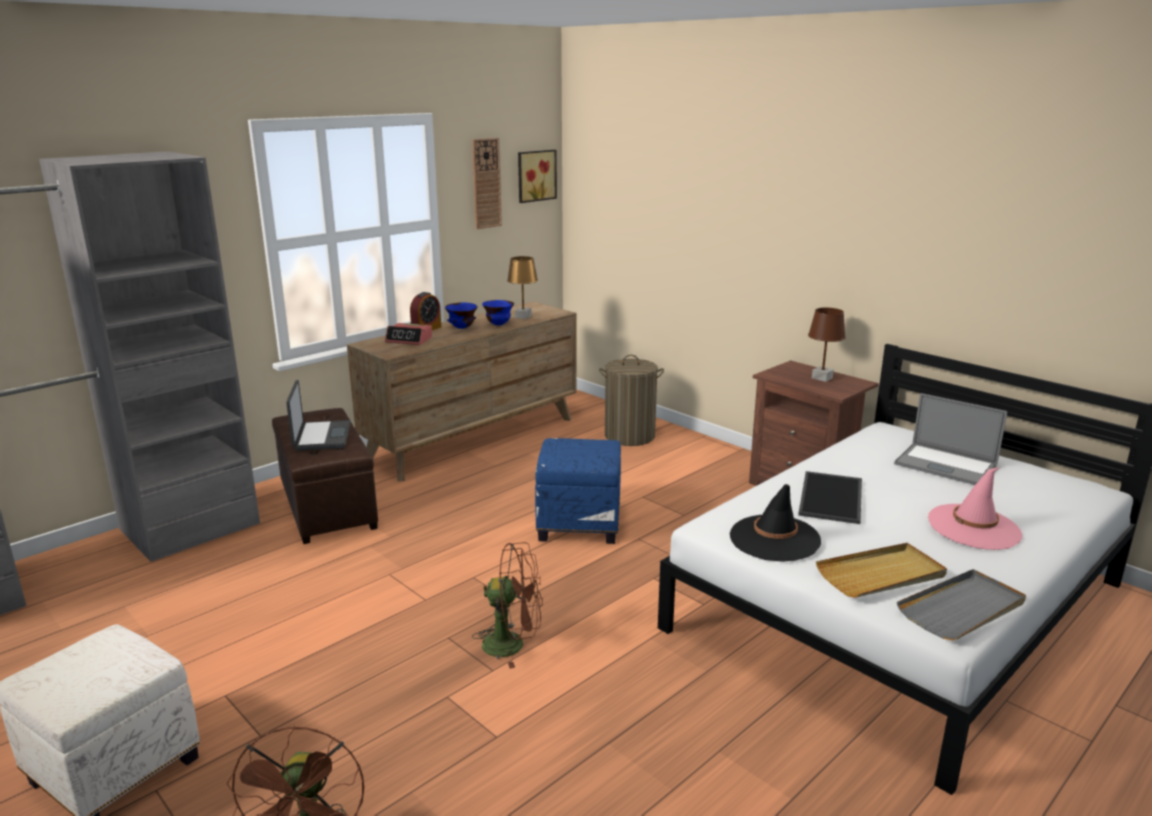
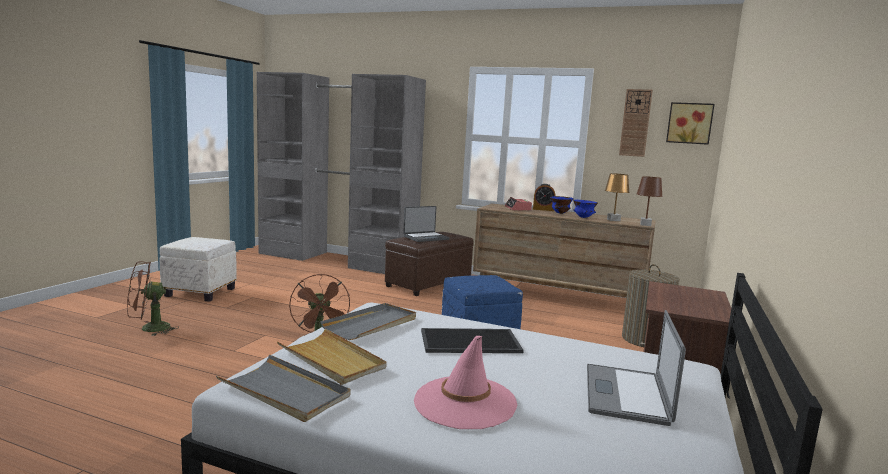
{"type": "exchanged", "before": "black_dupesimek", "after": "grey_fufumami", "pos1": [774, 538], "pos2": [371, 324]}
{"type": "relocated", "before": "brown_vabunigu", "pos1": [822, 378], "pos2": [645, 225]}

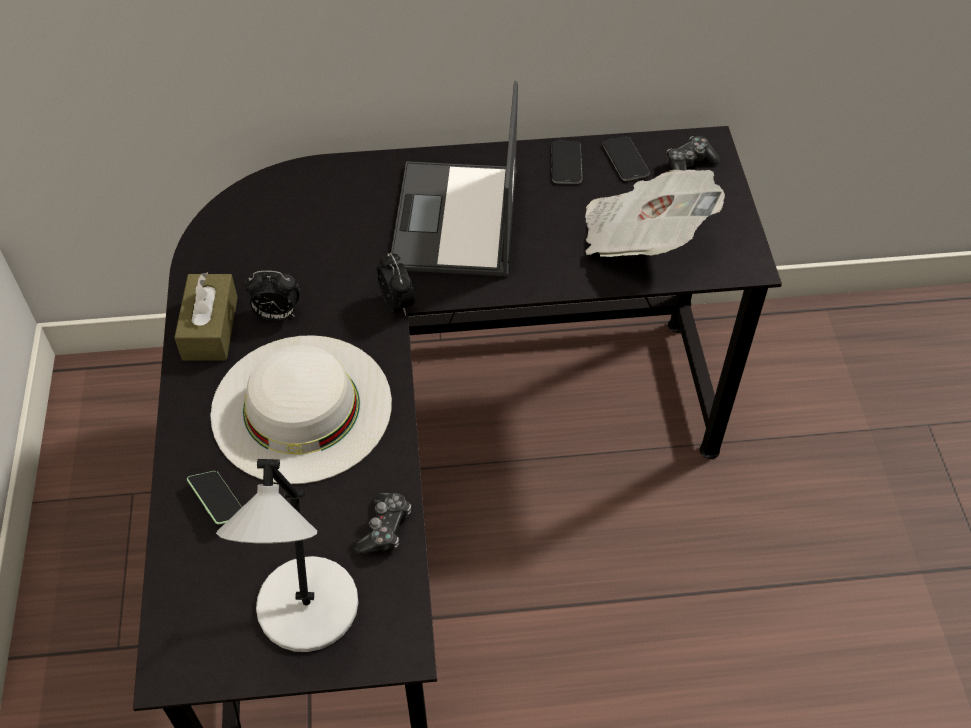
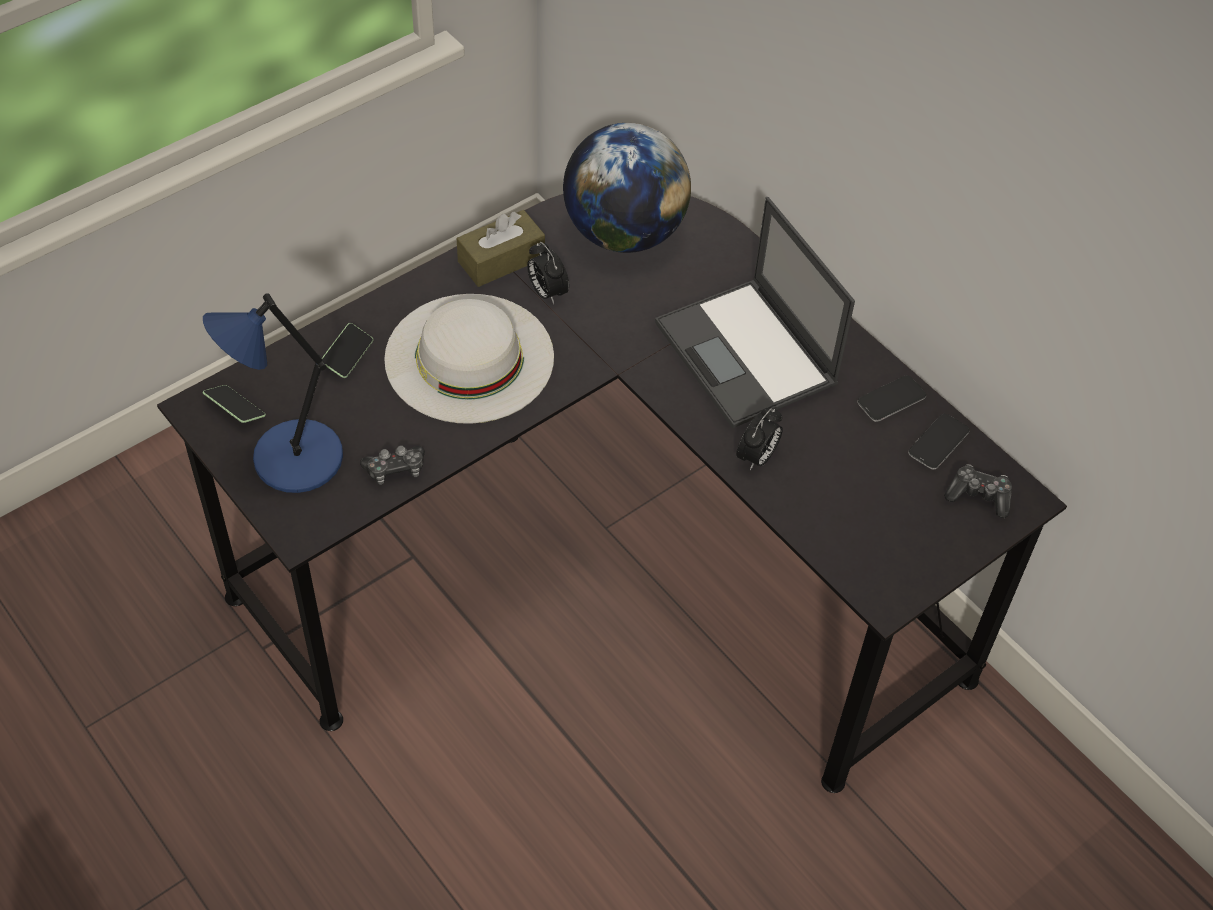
{"type": "colour", "before": "grey_vabunigu", "after": "blue_vabunigu", "pos1": [307, 611], "pos2": [293, 460]}
{"type": "relocated", "before": "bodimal", "pos1": [398, 304], "pos2": [757, 458]}
{"type": "spun", "before": "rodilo", "pos1": [455, 221], "pos2": [747, 355], "turn": -90}
{"type": "missing", "before": "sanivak", "pos1": [643, 237]}
{"type": "appeared", "after": "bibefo", "pos2": [235, 409]}
{"type": "appeared", "after": "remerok", "pos2": [624, 233]}

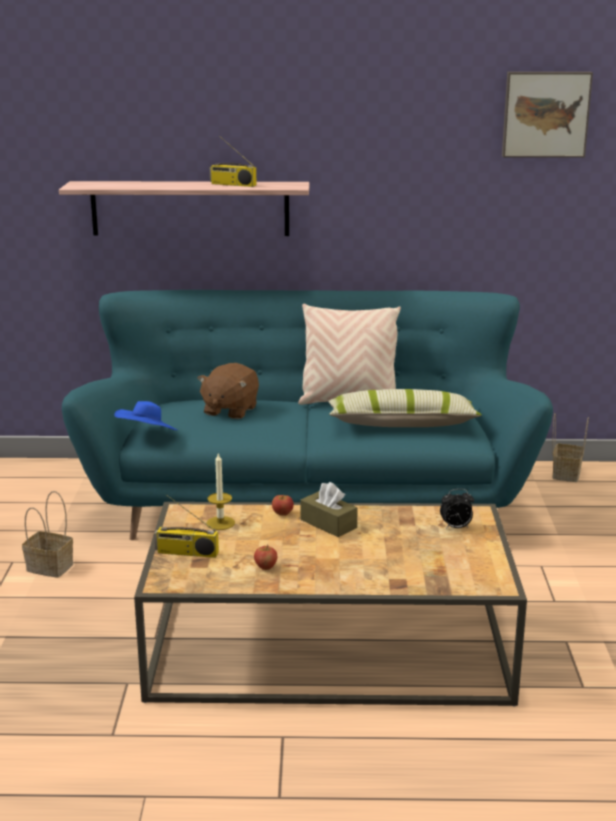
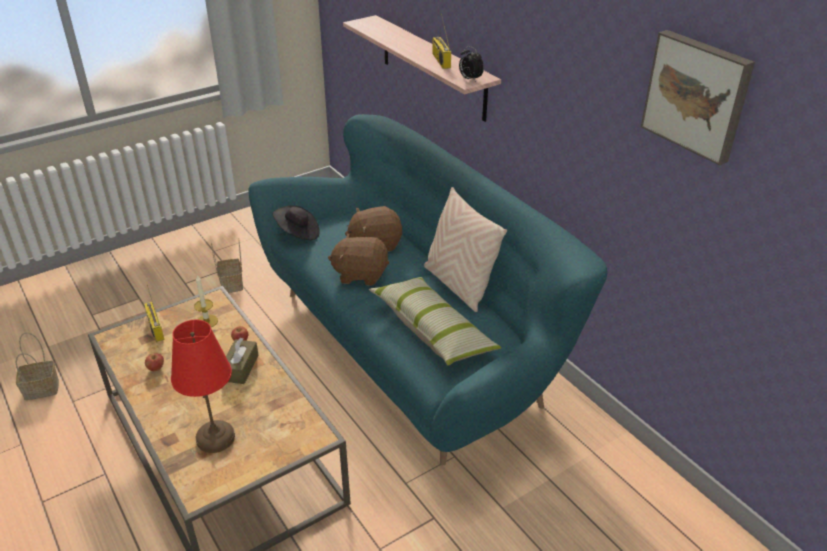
{"type": "colour", "before": "blue_dupesimek", "after": "black_dupesimek", "pos1": [147, 435], "pos2": [298, 233]}
{"type": "relocated", "before": "bodimal", "pos1": [456, 527], "pos2": [470, 79]}
{"type": "relocated", "before": "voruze", "pos1": [565, 473], "pos2": [43, 388]}
{"type": "appeared", "after": "red_vabunigu", "pos2": [216, 438]}
{"type": "appeared", "after": "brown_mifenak", "pos2": [360, 274]}

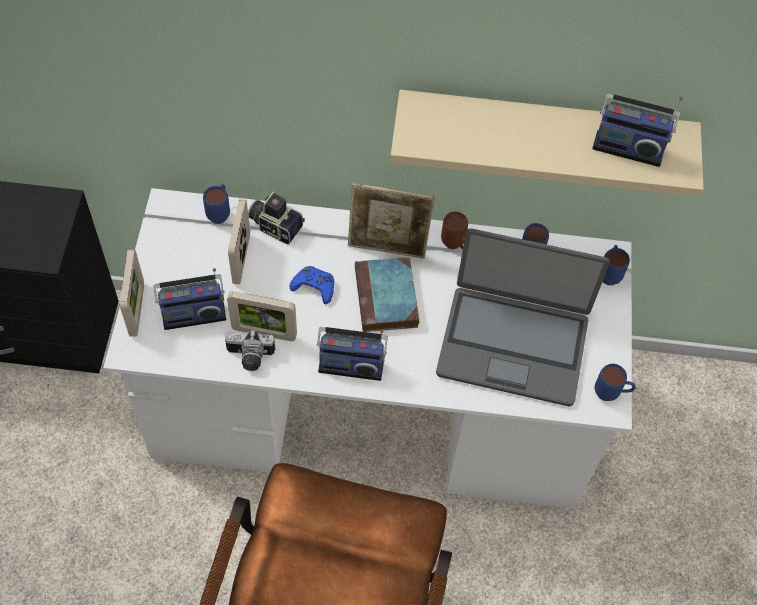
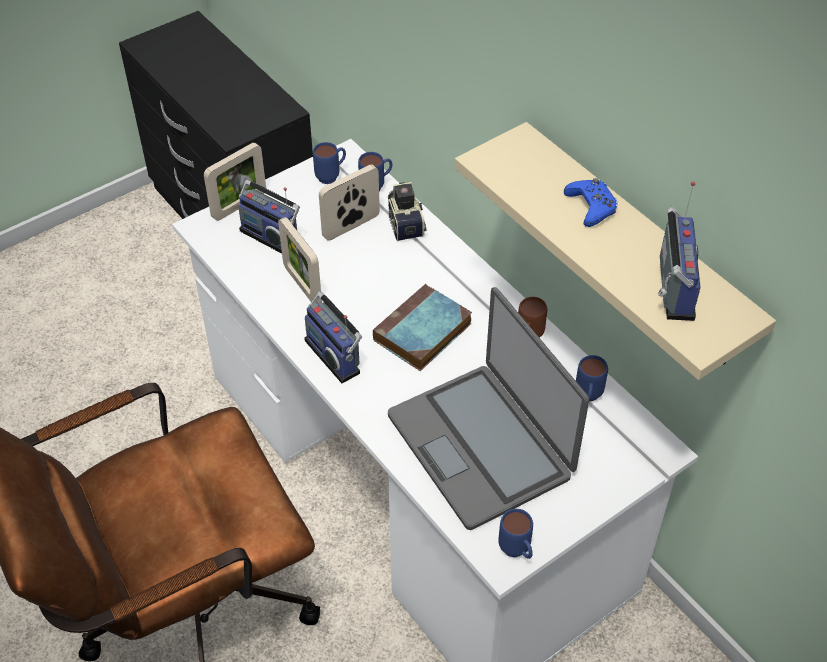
{"type": "missing", "before": "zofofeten", "pos1": [249, 358]}
{"type": "relocated", "before": "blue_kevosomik", "pos1": [314, 287], "pos2": [591, 206]}
{"type": "missing", "before": "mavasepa", "pos1": [387, 248]}
{"type": "spun", "before": "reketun", "pos1": [628, 146], "pos2": [672, 289], "turn": -150}
{"type": "relocated", "before": "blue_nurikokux", "pos1": [609, 273], "pos2": [331, 176]}

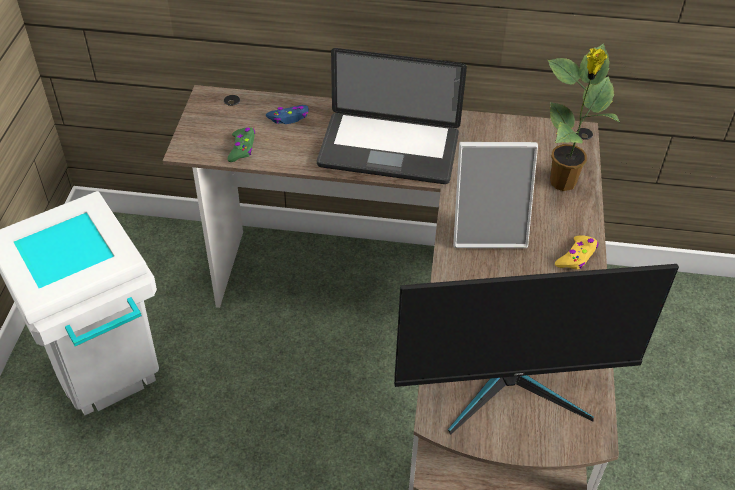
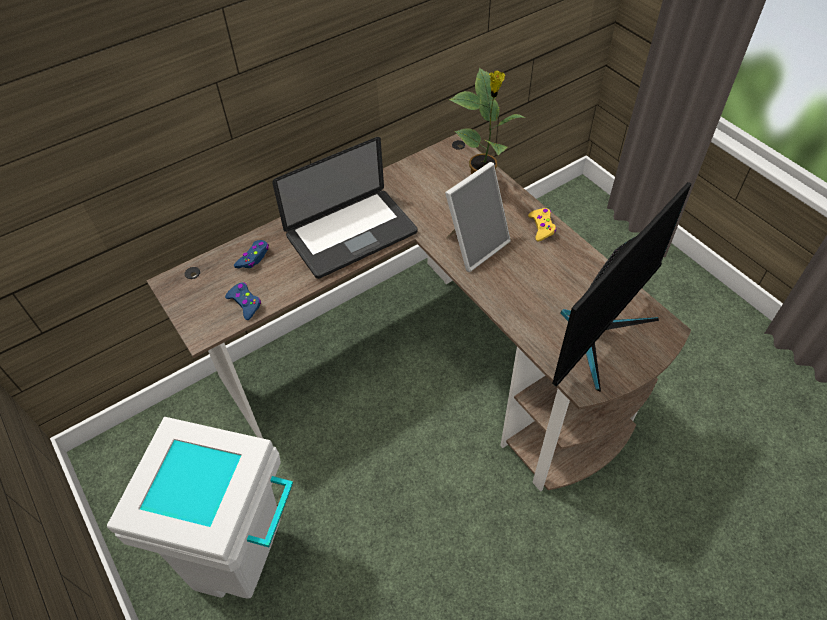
{"type": "colour", "before": "green_kevosomik", "after": "blue_kevosomik", "pos1": [242, 148], "pos2": [245, 303]}

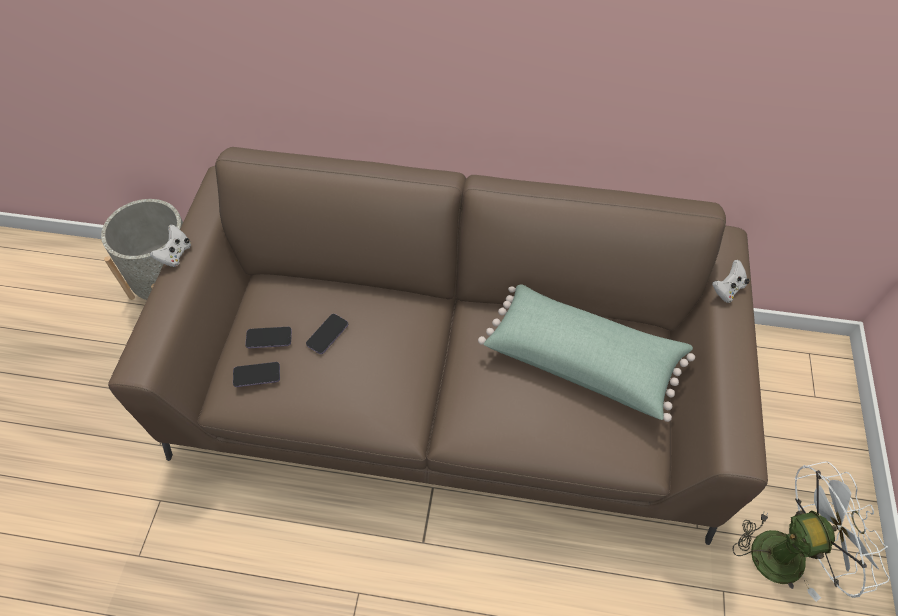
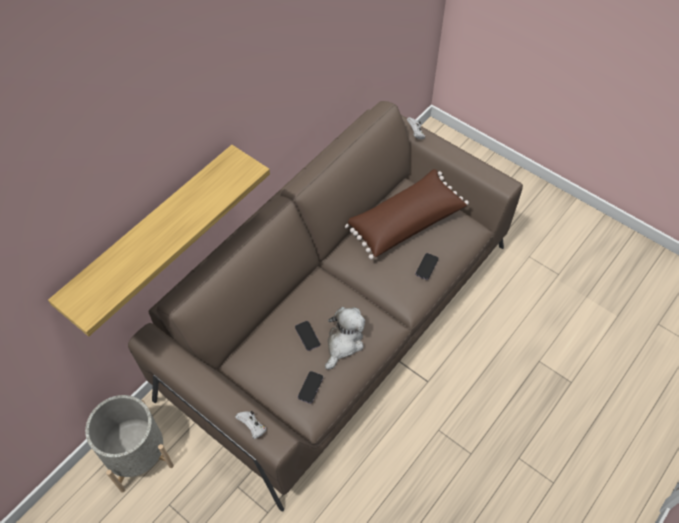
{"type": "relocated", "before": "white_kevosomik", "pos1": [175, 254], "pos2": [252, 427]}
{"type": "relocated", "before": "bibefo", "pos1": [269, 338], "pos2": [426, 267]}
{"type": "colour", "before": "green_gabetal", "after": "brown_gabetal", "pos1": [582, 359], "pos2": [404, 221]}
{"type": "missing", "before": "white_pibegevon", "pos1": [788, 552]}
{"type": "appeared", "after": "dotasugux", "pos2": [151, 233]}
{"type": "appeared", "after": "mifenak", "pos2": [343, 343]}

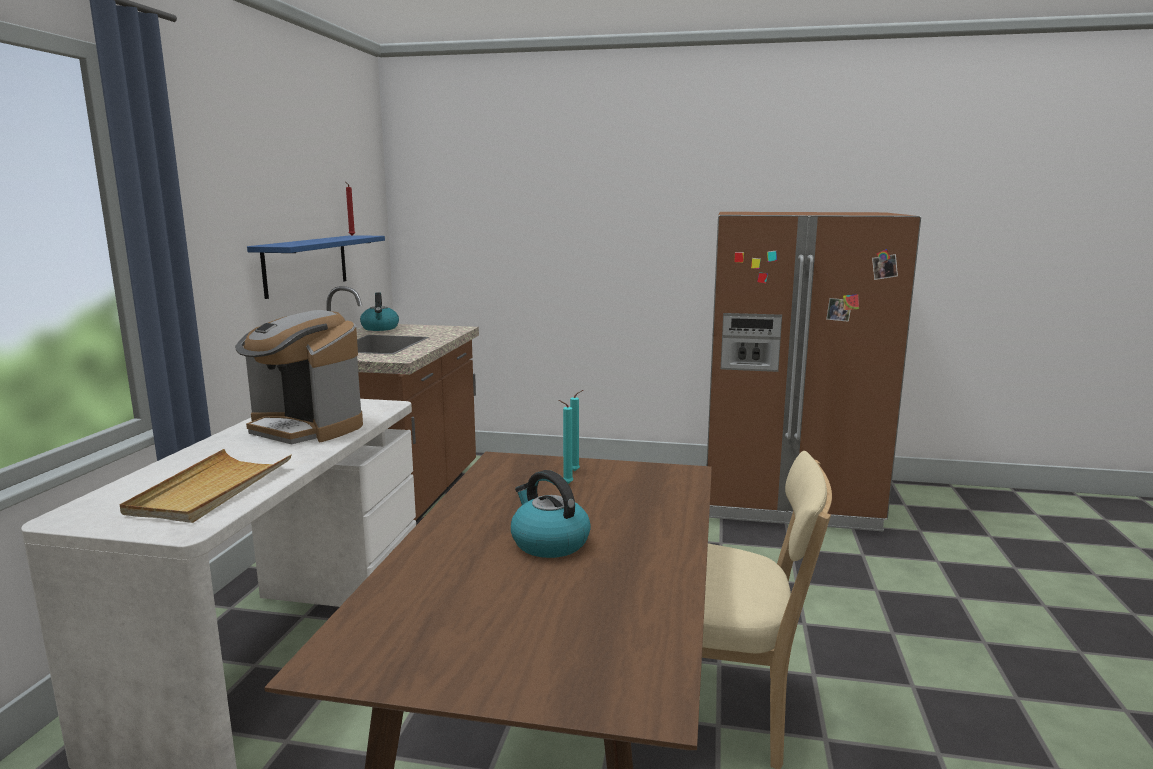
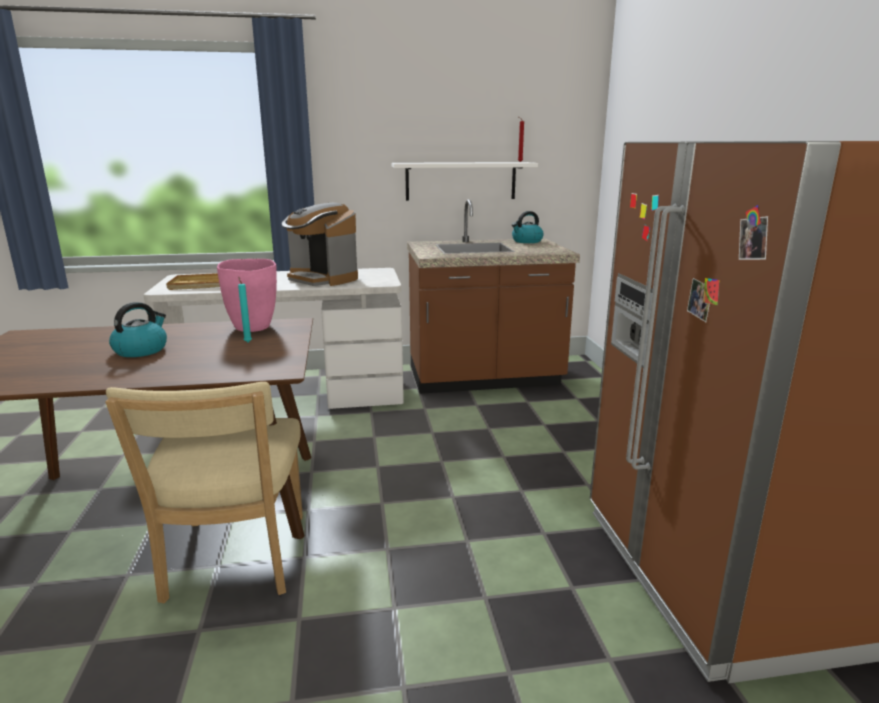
{"type": "spun", "before": "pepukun", "pos1": [305, 428], "pos2": [322, 279], "turn": -60}
{"type": "colour", "before": "blue_dotasugux", "after": "white_dotasugux", "pos1": [306, 264], "pos2": [461, 181]}
{"type": "missing", "before": "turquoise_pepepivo", "pos1": [576, 471]}
{"type": "appeared", "after": "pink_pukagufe", "pos2": [253, 327]}

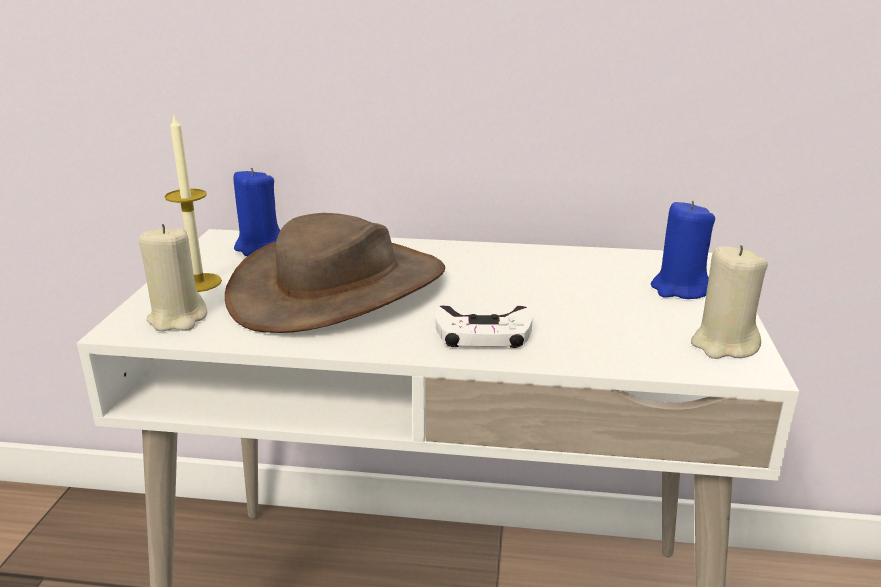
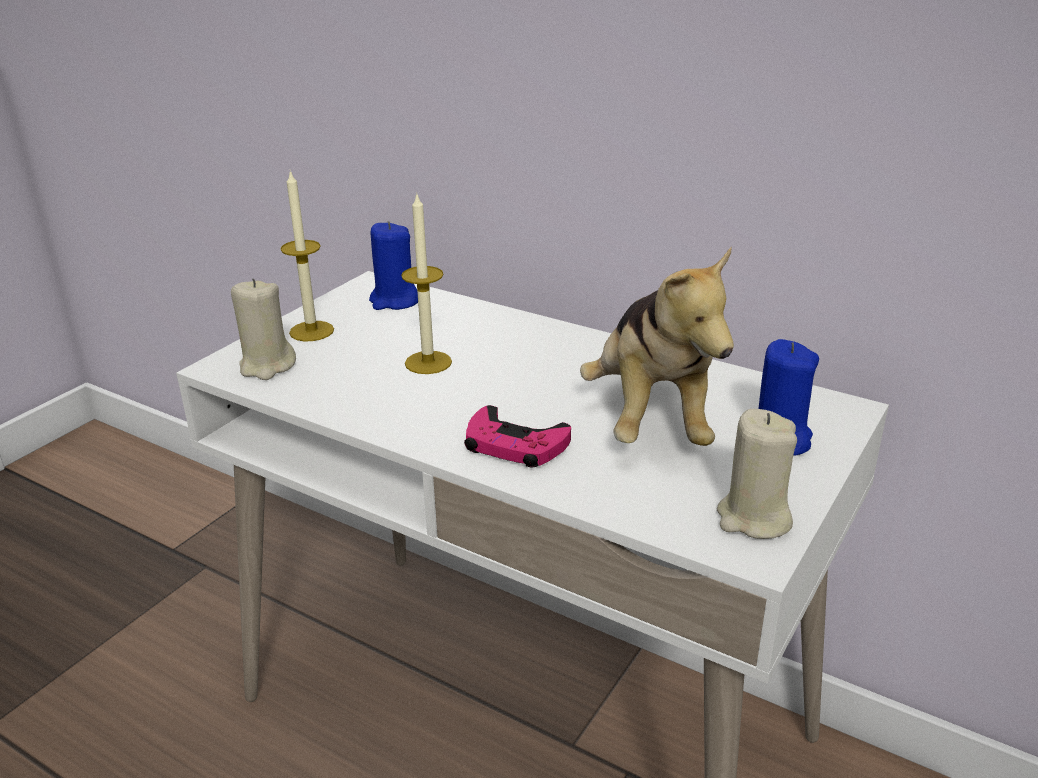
{"type": "exchanged", "before": "brown_dupesimek", "after": "pepepivo", "pos1": [340, 288], "pos2": [428, 362]}
{"type": "colour", "before": "white_kevosomik", "after": "pink_kevosomik", "pos1": [483, 334], "pos2": [514, 445]}
{"type": "appeared", "after": "mifenak", "pos2": [650, 418]}

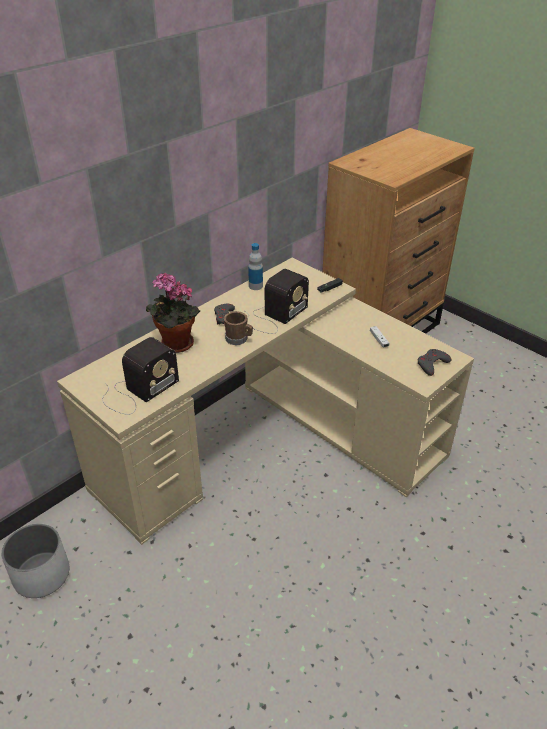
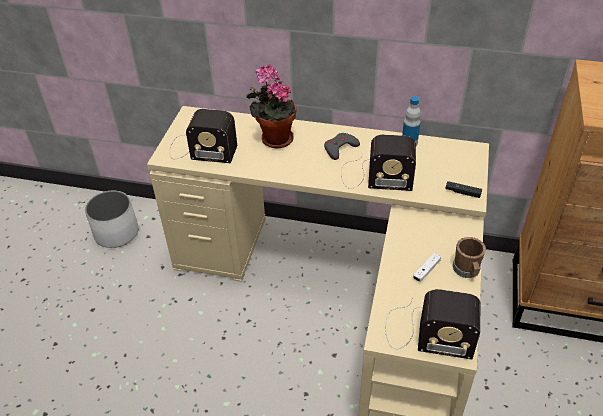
{"type": "relocated", "before": "brown_nurikokux", "pos1": [239, 339], "pos2": [467, 270]}
{"type": "exchanged", "before": "grey_kevosomik", "after": "reketun", "pos1": [432, 364], "pos2": [425, 333]}

